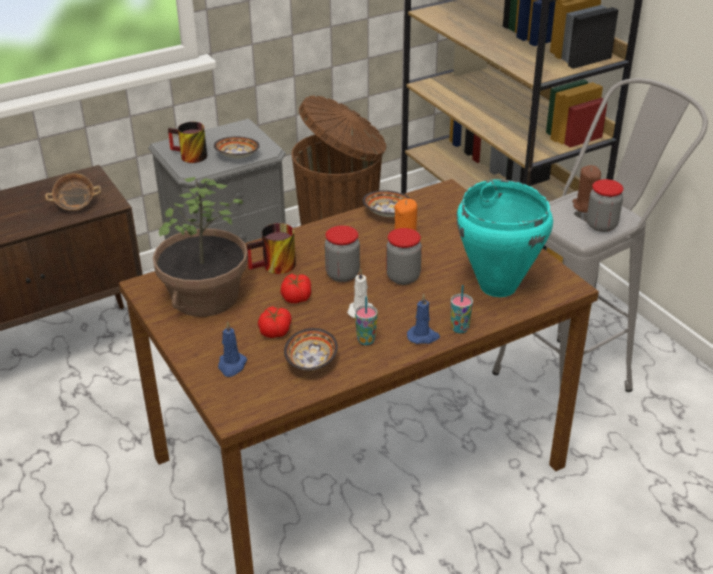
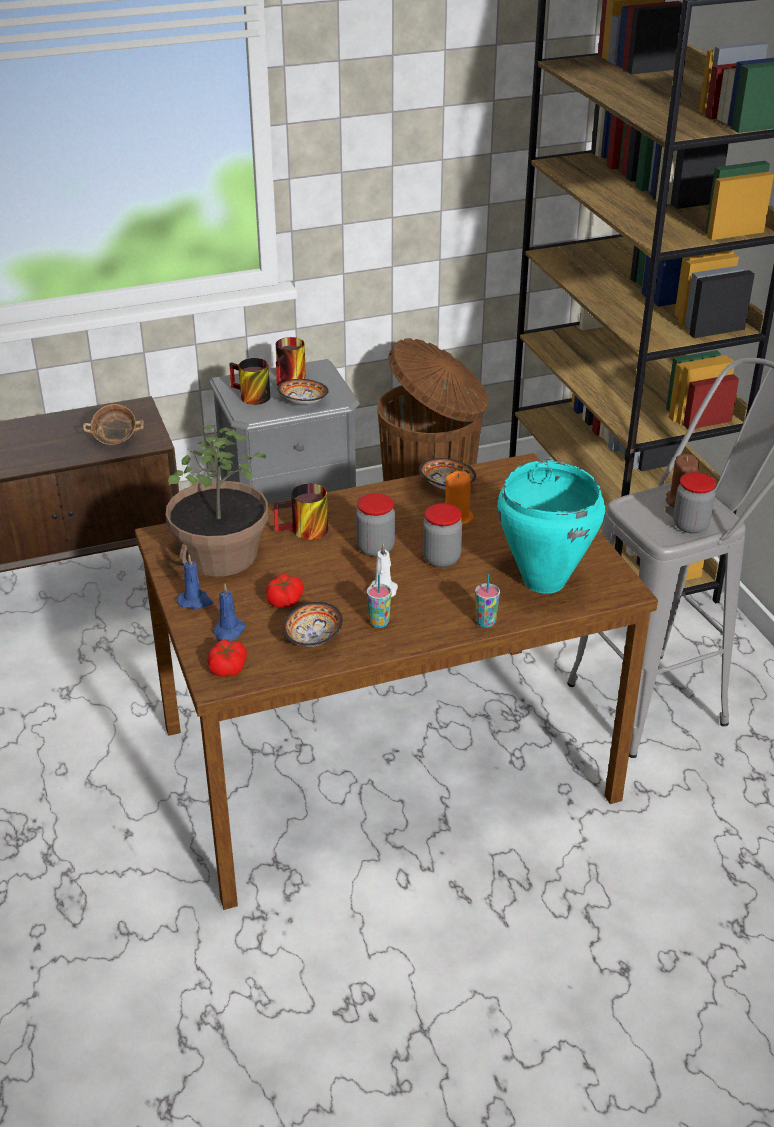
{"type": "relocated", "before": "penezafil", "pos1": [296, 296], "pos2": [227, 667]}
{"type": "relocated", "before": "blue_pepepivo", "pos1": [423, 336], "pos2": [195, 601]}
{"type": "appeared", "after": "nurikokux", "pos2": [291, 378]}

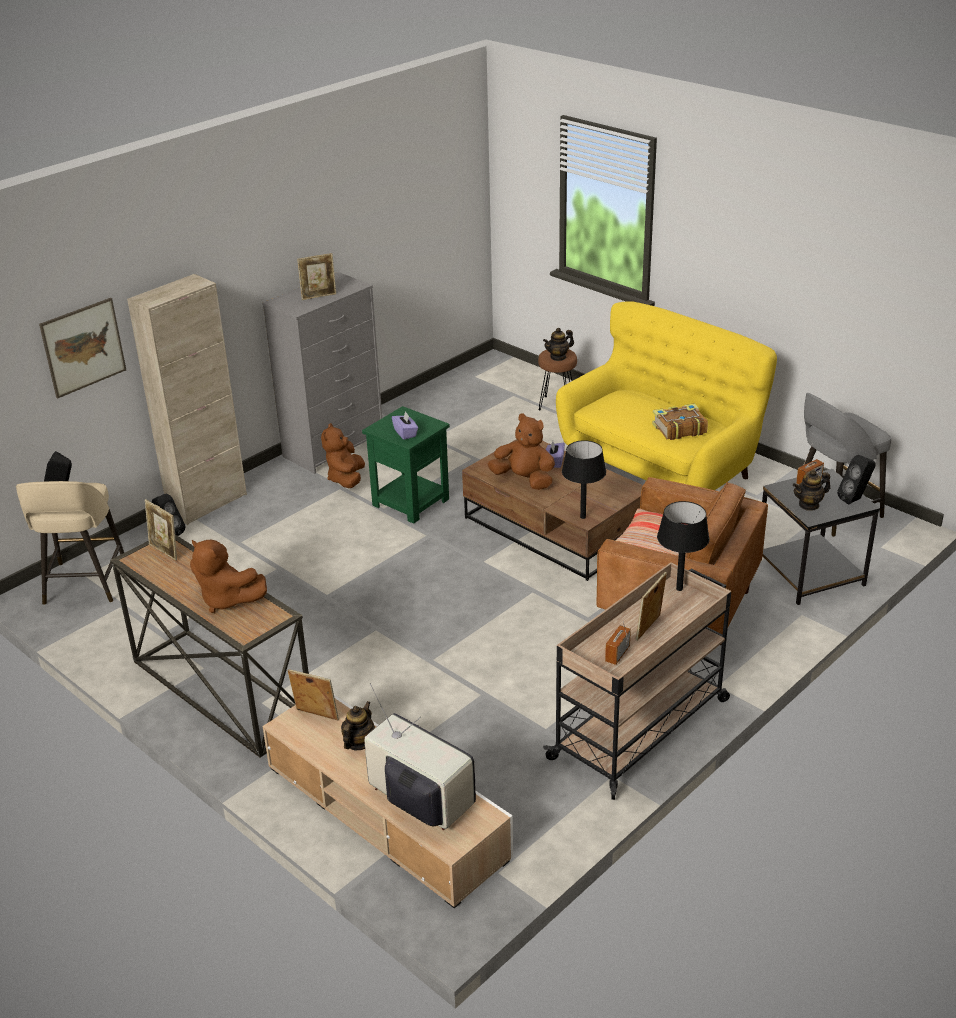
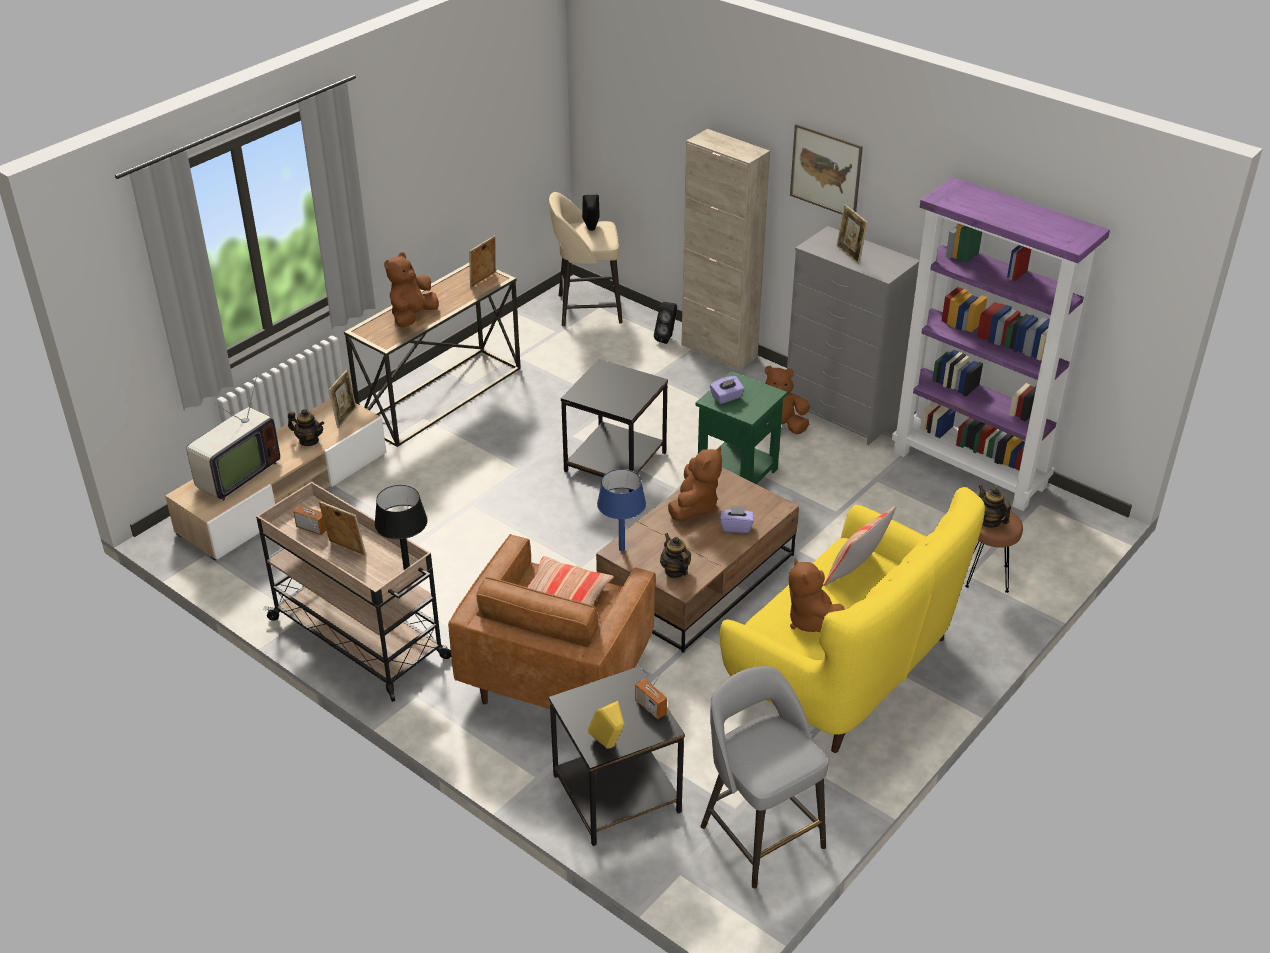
{"type": "relocated", "before": "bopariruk", "pos1": [83, 347], "pos2": [826, 171]}
{"type": "colour", "before": "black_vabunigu", "after": "blue_vabunigu", "pos1": [583, 517], "pos2": [621, 549]}
{"type": "exchanged", "before": "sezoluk", "after": "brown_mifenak", "pos1": [678, 429], "pos2": [812, 621]}
{"type": "relocated", "before": "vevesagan", "pos1": [809, 505], "pos2": [675, 571]}
{"type": "colour", "before": "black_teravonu", "after": "yellow_teravonu", "pos1": [855, 499], "pos2": [609, 746]}
{"type": "appeared", "after": "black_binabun", "pos2": [616, 461]}
{"type": "appeared", "after": "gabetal", "pos2": [856, 572]}
{"type": "appeared", "after": "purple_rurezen", "pos2": [970, 469]}

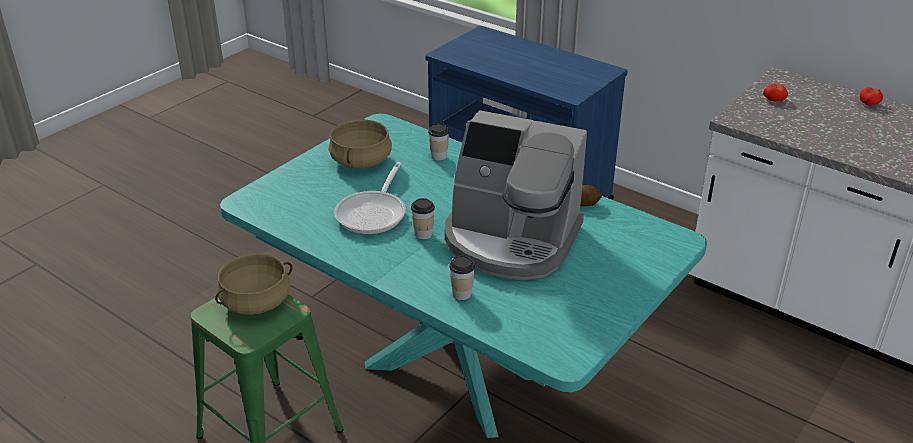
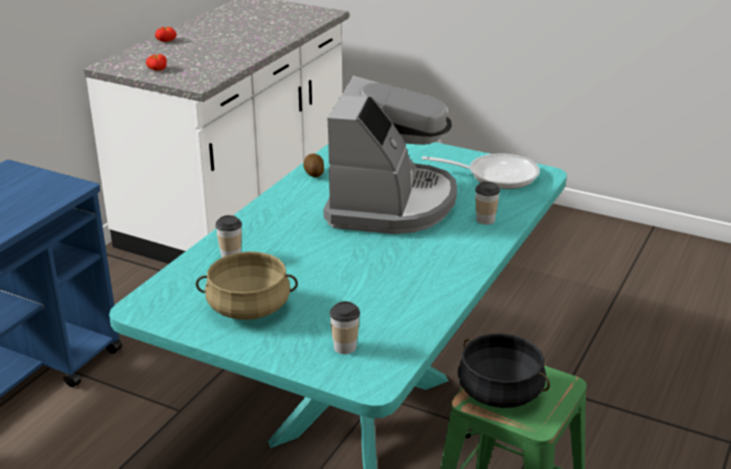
{"type": "colour", "before": "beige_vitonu", "after": "black_vitonu", "pos1": [256, 302], "pos2": [500, 392]}
{"type": "relocated", "before": "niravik", "pos1": [374, 213], "pos2": [496, 175]}
{"type": "relocated", "before": "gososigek", "pos1": [423, 234], "pos2": [345, 347]}

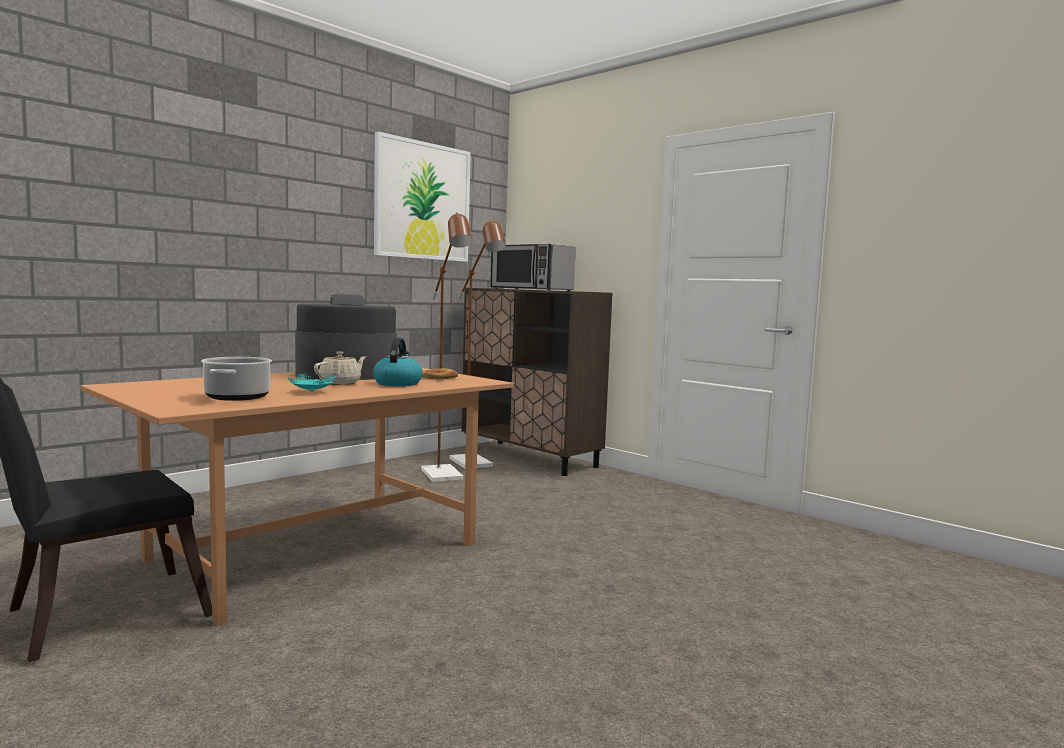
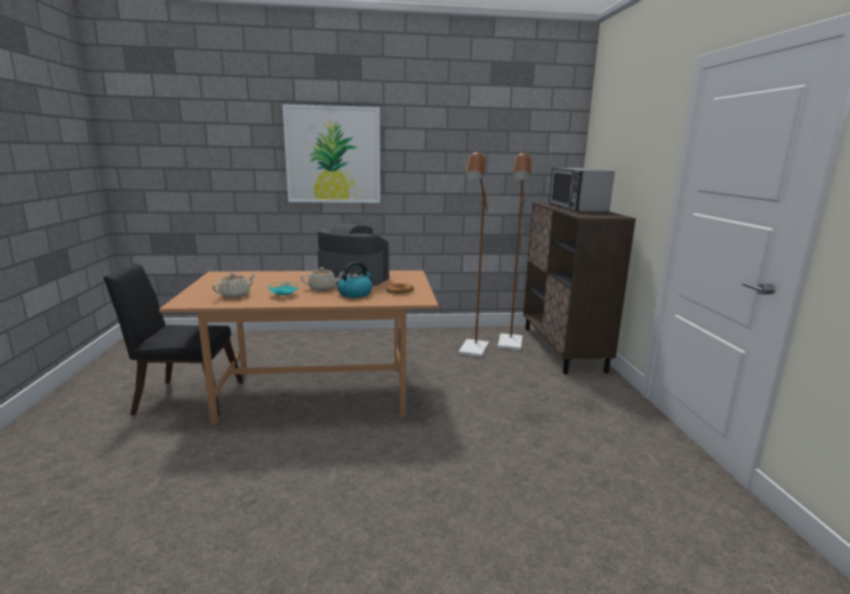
{"type": "exchanged", "before": "vitonu", "after": "beige_vevesagan", "pos1": [237, 397], "pos2": [235, 295]}
{"type": "relocated", "before": "bopariruk", "pos1": [422, 201], "pos2": [333, 155]}

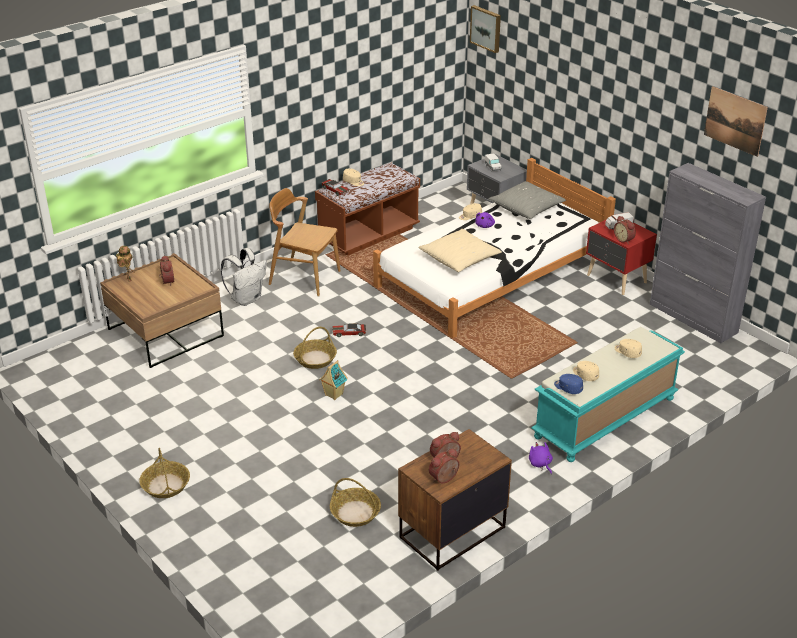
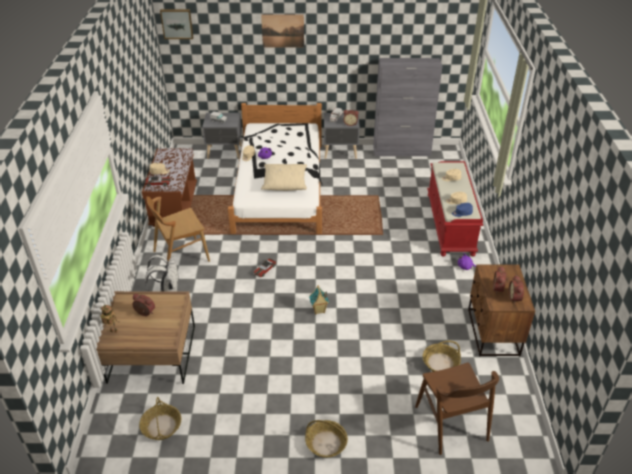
{"type": "relocated", "before": "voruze", "pos1": [315, 359], "pos2": [161, 426]}
{"type": "missing", "before": "grey_gabetal", "pos1": [526, 208]}
{"type": "colour", "before": "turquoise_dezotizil", "after": "red_dezotizil", "pos1": [605, 418], "pos2": [451, 224]}
{"type": "colour", "before": "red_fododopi", "after": "grey_fododopi", "pos1": [616, 280], "pos2": [341, 153]}
{"type": "relocated", "before": "bopariruk", "pos1": [735, 121], "pos2": [283, 31]}
{"type": "appeared", "after": "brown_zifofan", "pos2": [451, 423]}

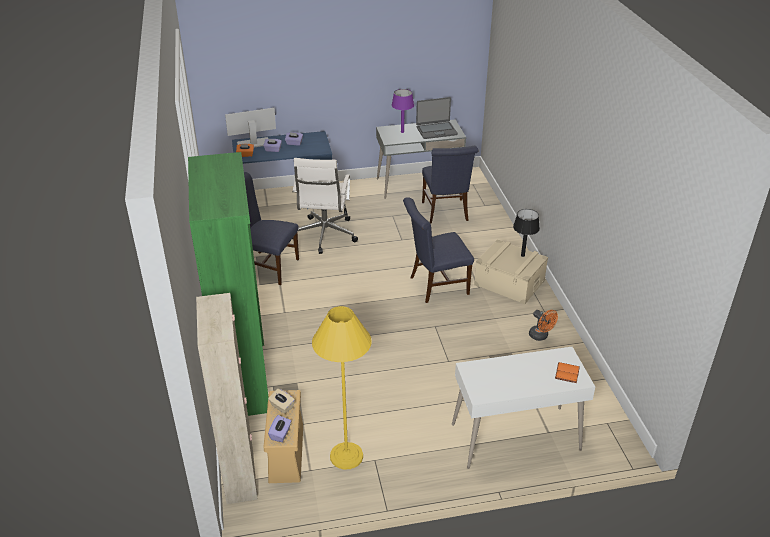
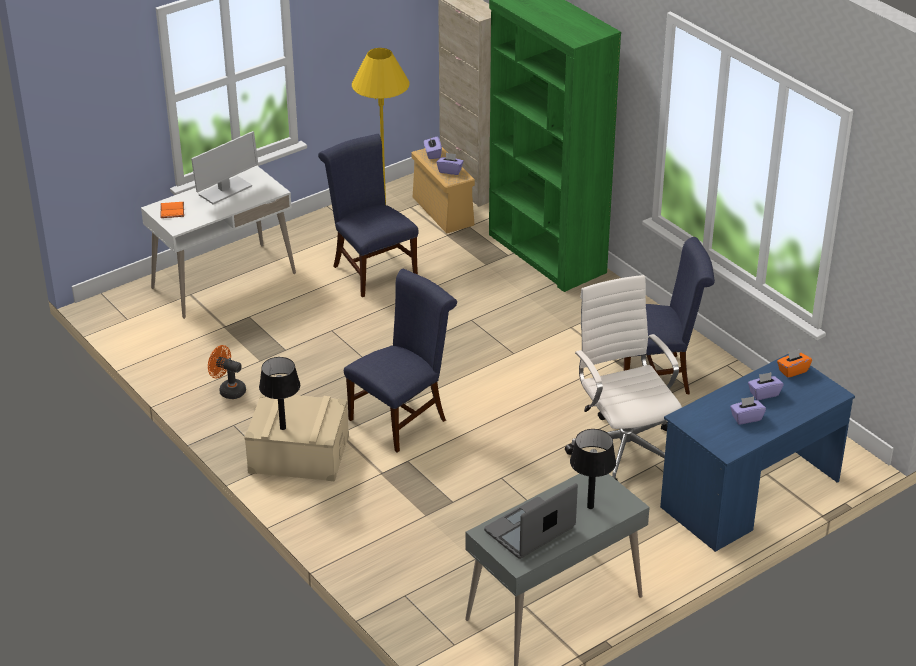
{"type": "relocated", "before": "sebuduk", "pos1": [254, 143], "pos2": [225, 191]}
{"type": "colour", "before": "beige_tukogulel", "after": "purple_tukogulel", "pos1": [282, 406], "pos2": [450, 171]}
{"type": "colour", "before": "purple_vabunigu", "after": "black_vabunigu", "pos1": [402, 132], "pos2": [590, 506]}
{"type": "relocated", "before": "blue_zifofan", "pos1": [446, 213], "pos2": [371, 269]}

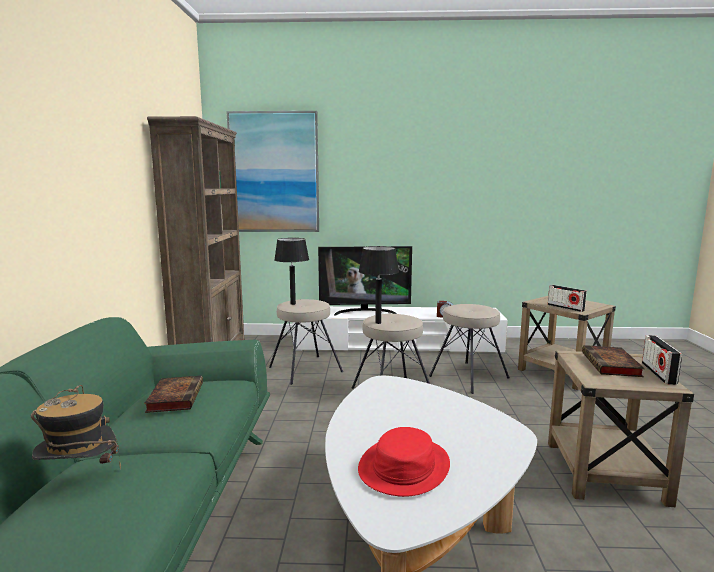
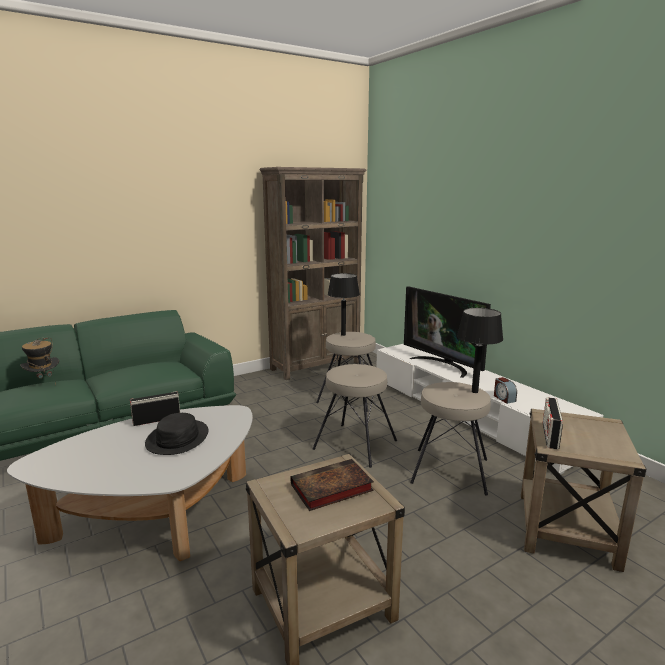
{"type": "missing", "before": "sezoluk", "pos1": [175, 397]}
{"type": "missing", "before": "bopariruk", "pos1": [274, 172]}
{"type": "missing", "before": "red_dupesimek", "pos1": [403, 466]}
{"type": "relocated", "before": "black_vabunigu", "pos1": [378, 323], "pos2": [475, 392]}
{"type": "relocated", "before": "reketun", "pos1": [658, 373], "pos2": [157, 420]}
{"type": "appeared", "after": "black_dupesimek", "pos2": [178, 438]}

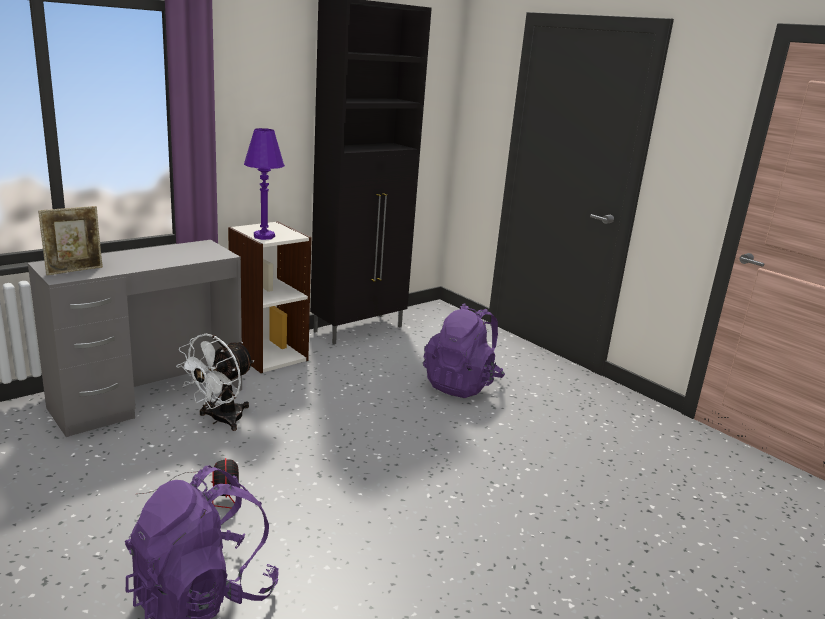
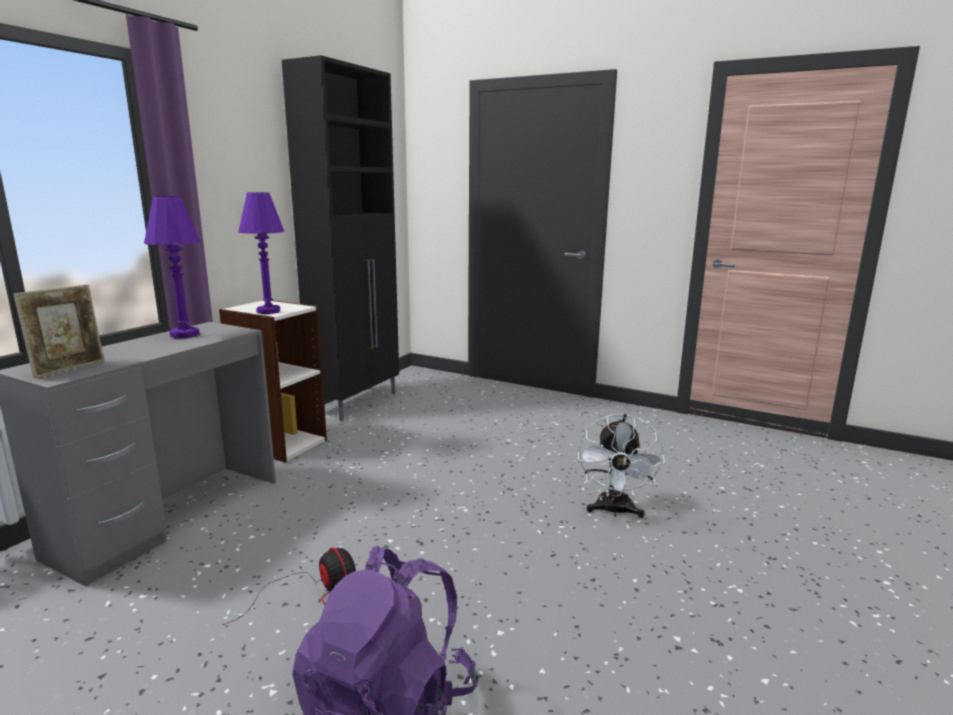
{"type": "relocated", "before": "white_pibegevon", "pos1": [220, 420], "pos2": [614, 511]}
{"type": "missing", "before": "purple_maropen", "pos1": [461, 385]}
{"type": "appeared", "after": "purple_vabunigu", "pos2": [185, 335]}

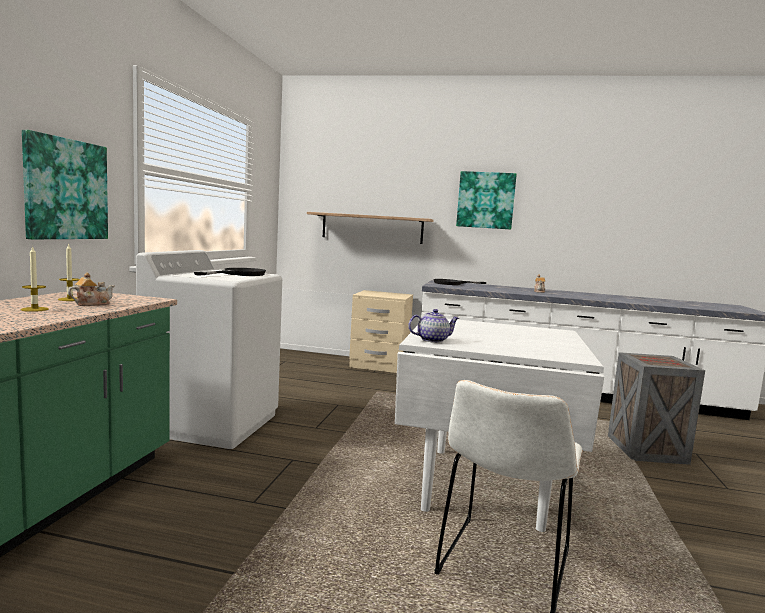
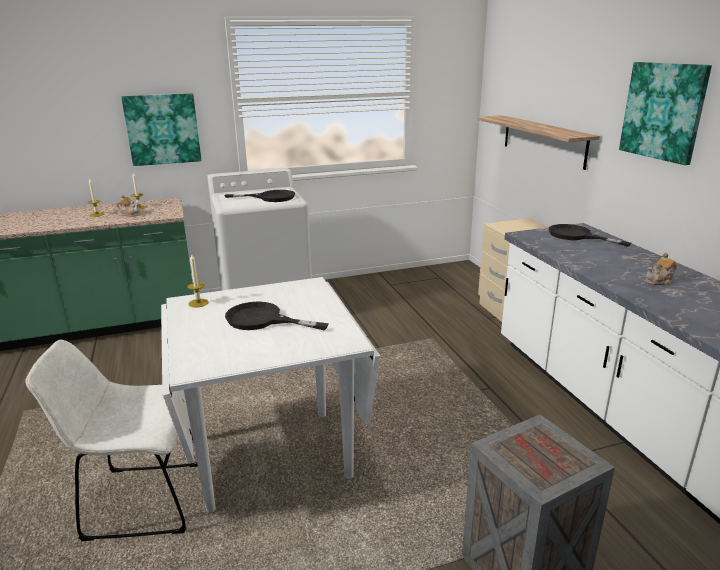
{"type": "exchanged", "before": "vevesagan", "after": "pepepivo", "pos1": [432, 340], "pos2": [198, 303]}
{"type": "appeared", "after": "black_niravik", "pos2": [263, 320]}

